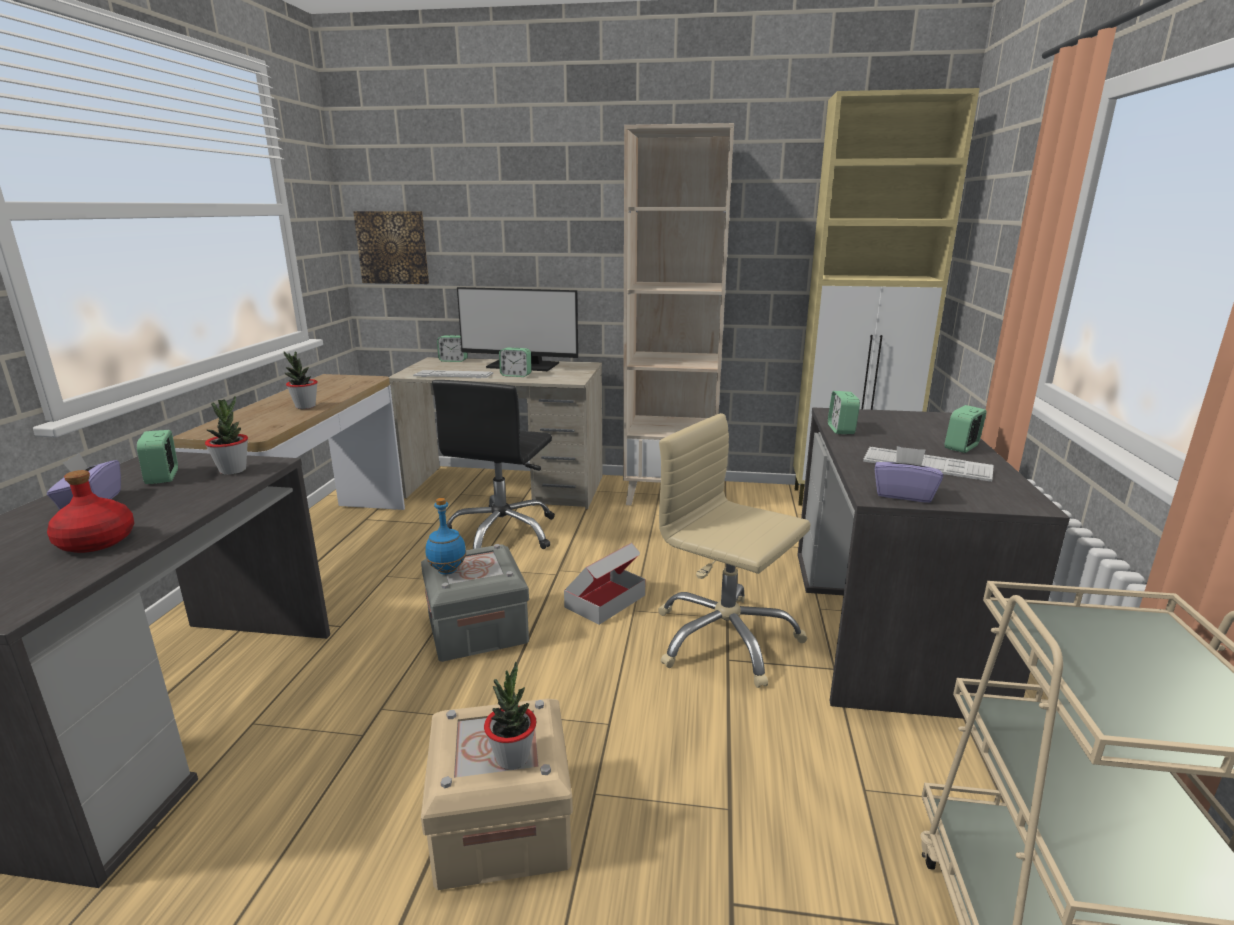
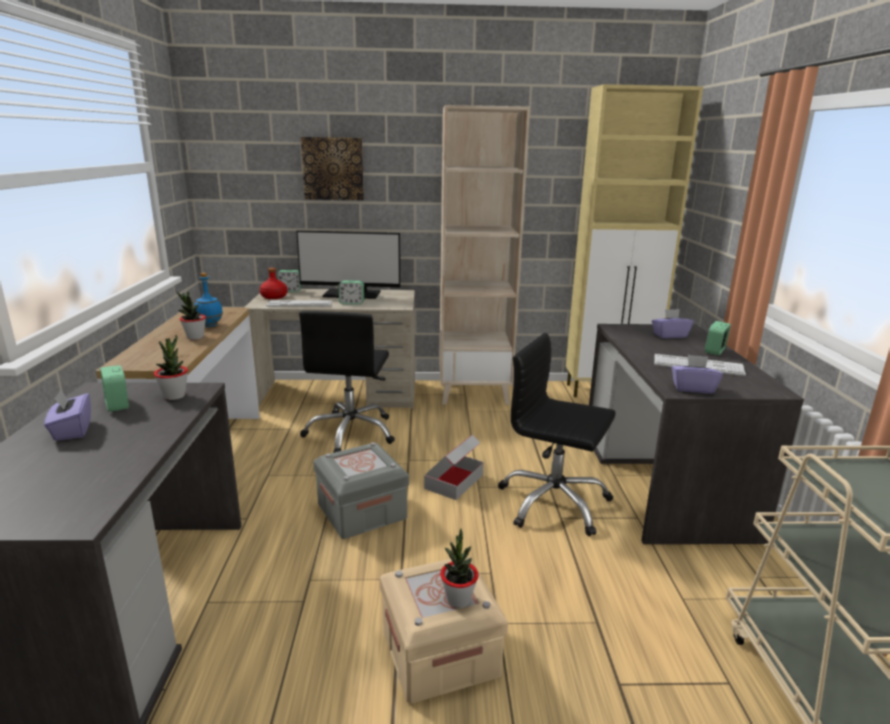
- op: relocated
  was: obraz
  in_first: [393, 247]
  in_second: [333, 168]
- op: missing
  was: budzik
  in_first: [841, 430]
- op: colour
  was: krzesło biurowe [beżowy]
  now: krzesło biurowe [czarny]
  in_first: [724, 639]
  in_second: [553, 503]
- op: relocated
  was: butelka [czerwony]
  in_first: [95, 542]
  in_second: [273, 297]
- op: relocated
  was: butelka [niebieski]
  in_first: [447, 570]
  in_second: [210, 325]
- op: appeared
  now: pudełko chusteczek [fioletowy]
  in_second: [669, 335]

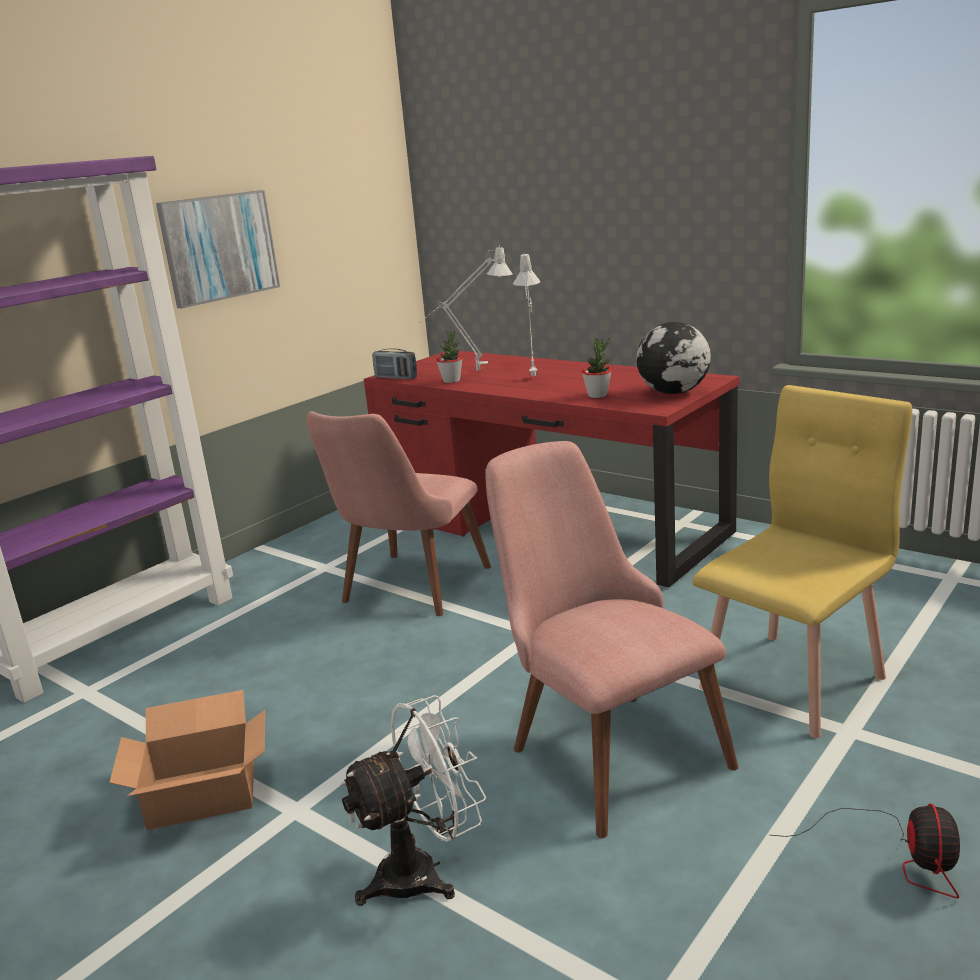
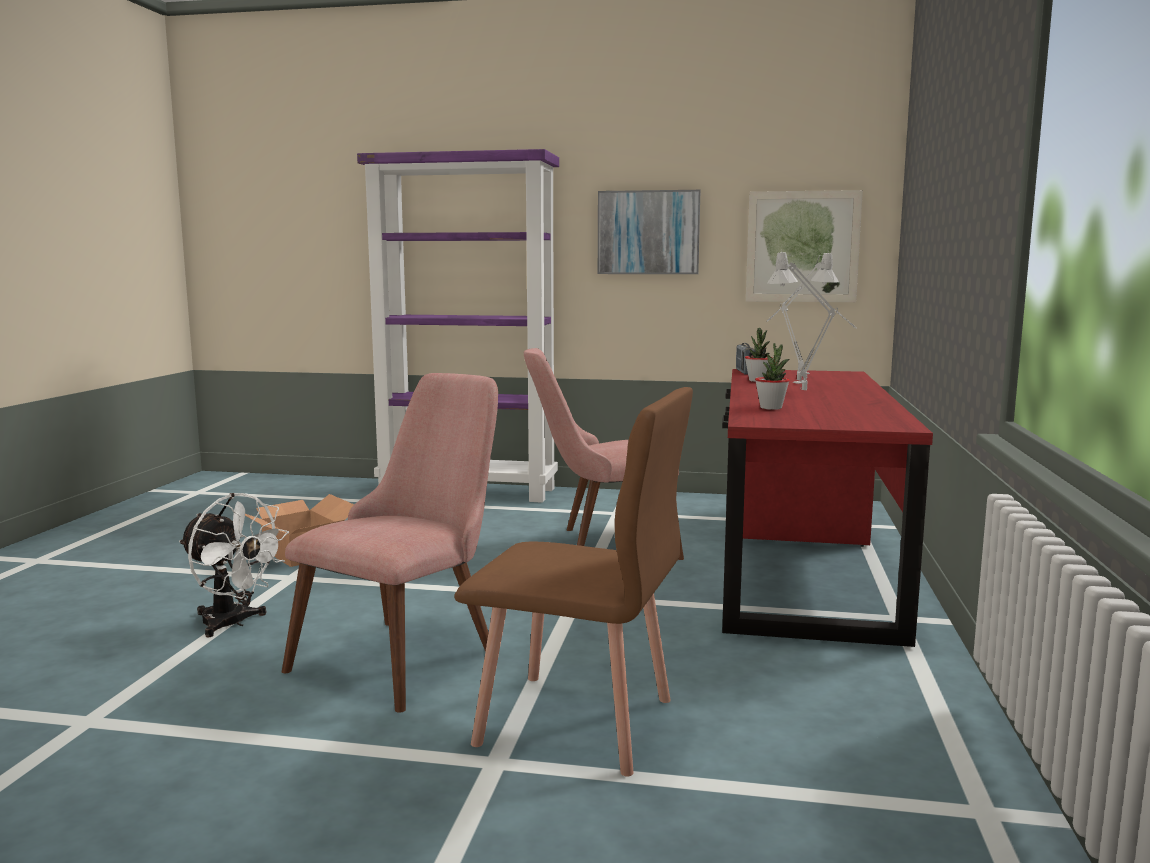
- op: missing
  was: globus
  in_first: [673, 393]
- op: colour
  was: krzesło [żółty]
  now: krzesło [brązowy]
  in_first: [794, 682]
  in_second: [577, 722]
- op: missing
  was: wentylator
  in_first: [897, 856]
- op: appeared
  now: obraz
  in_second: [802, 247]

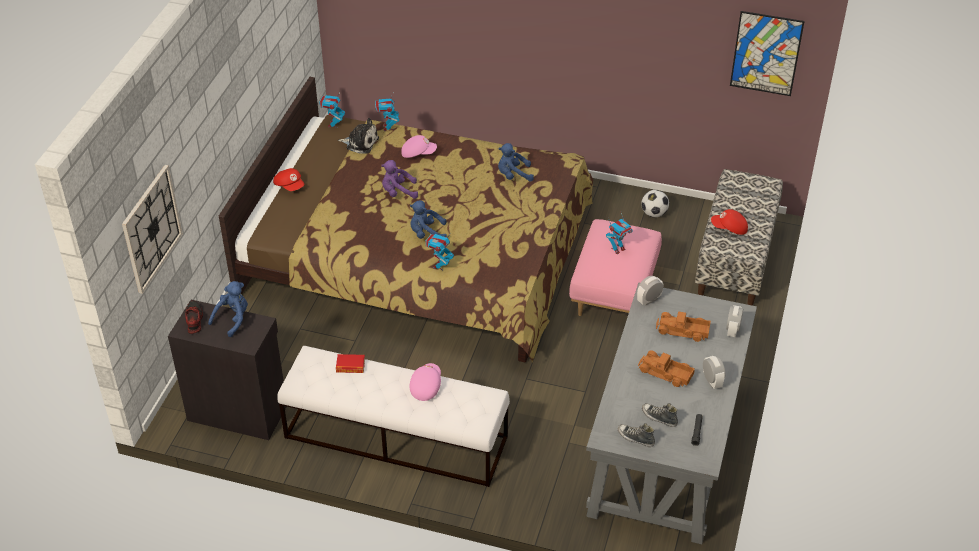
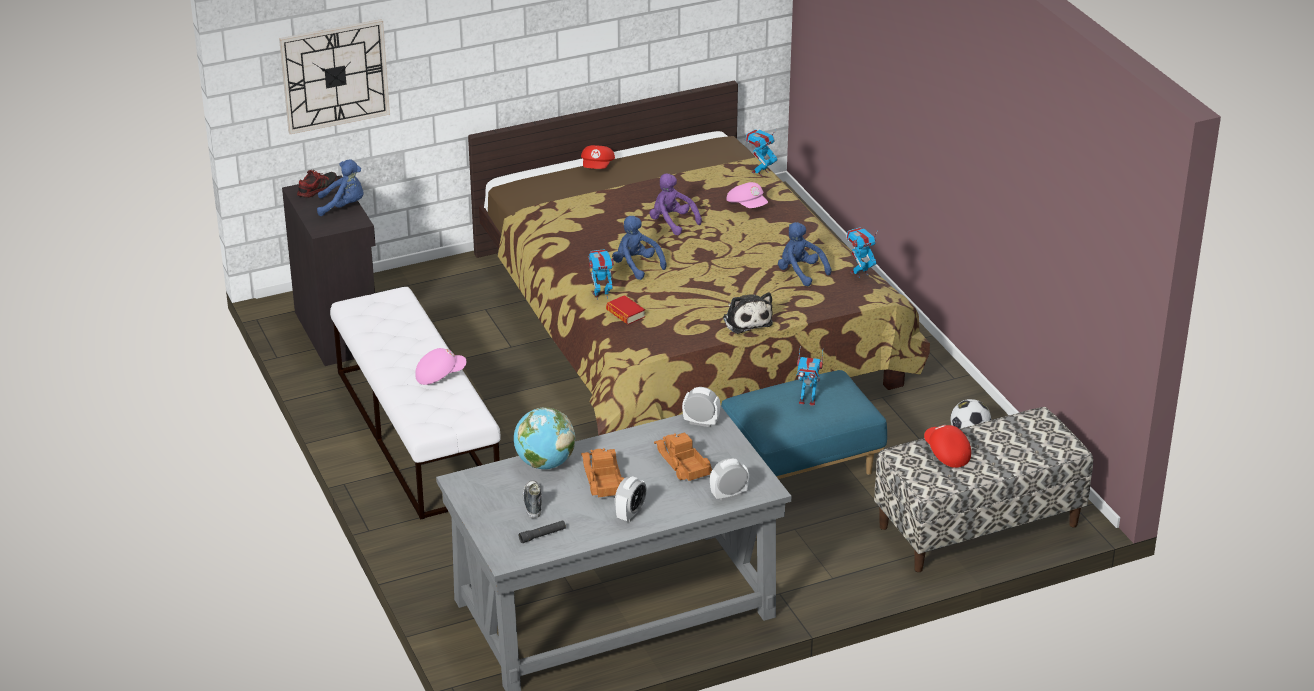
- op: missing
  was: obraz
  in_first: [766, 53]
- op: relocated
  was: robot zabawkowy
  in_first: [333, 124]
  in_second: [859, 273]
- op: relocated
  was: pluszak
  in_first: [360, 143]
  in_second: [746, 320]
- op: colour
  was: pufa [różowy]
  now: pufa [niebieski]
  in_first: [613, 292]
  in_second: [801, 466]
- op: relocated
  was: książka
  in_first: [350, 366]
  in_second: [625, 313]
- op: missing
  was: but
  in_first: [635, 438]
- op: appeared
  now: globus
  in_second: [544, 463]

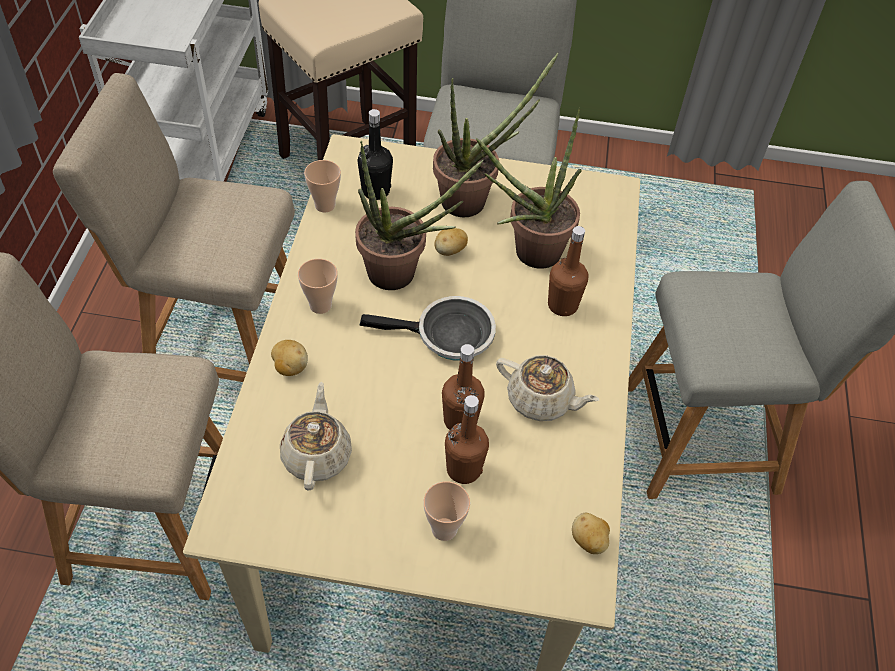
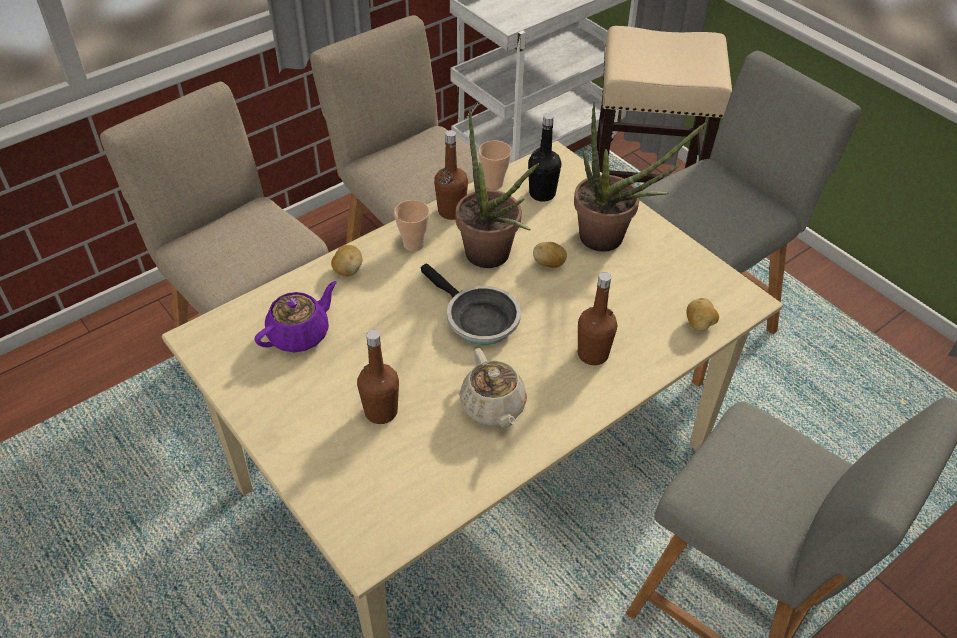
- op: missing
  was: roślina doniczkowa
  in_first: [528, 254]
- op: relocated
  was: butelka [brązowy]
  in_first: [460, 420]
  in_second: [451, 211]
- op: colour
  was: imbryk [beżowy]
  now: imbryk [fioletowy]
  in_first: [317, 454]
  in_second: [300, 334]
- op: missing
  was: filiżanka
  in_first: [444, 529]
- op: relocated
  was: ziemniak
  in_first: [589, 541]
  in_second: [699, 325]

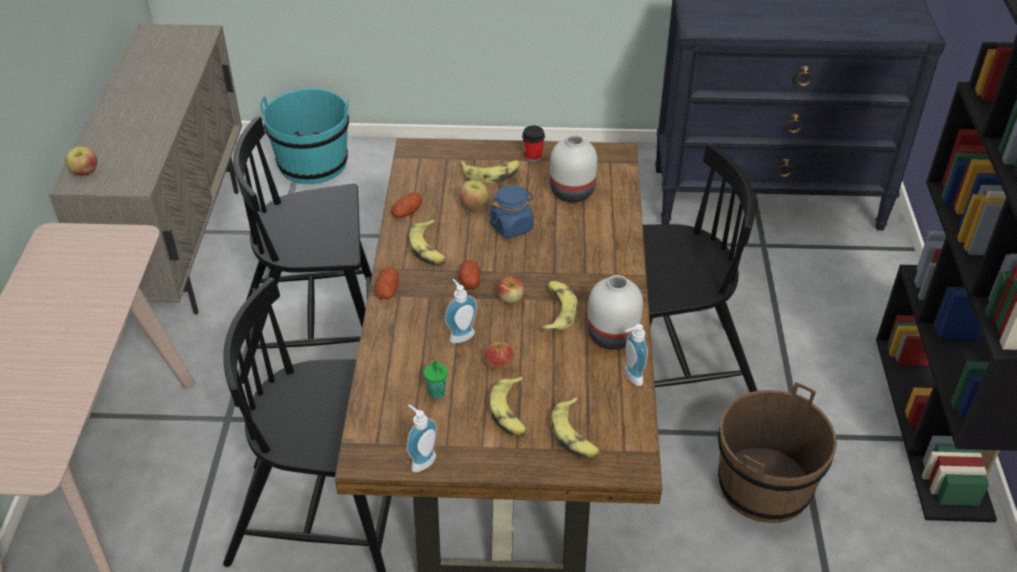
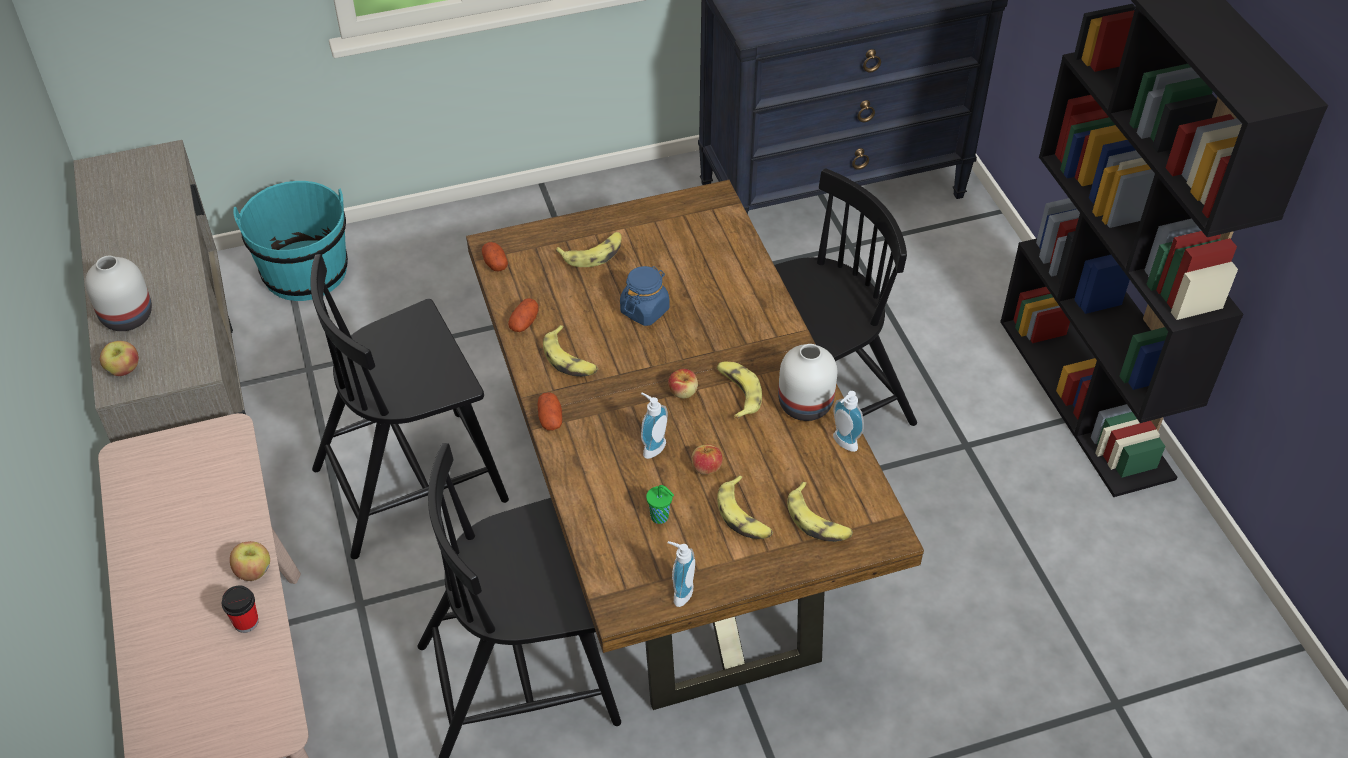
- op: relocated
  was: filiżanka
  in_first: [533, 157]
  in_second: [246, 622]
- op: relocated
  was: wazon [biały]
  in_first: [573, 192]
  in_second: [129, 316]
- op: relocated
  was: jabłko
  in_first: [474, 205]
  in_second: [254, 571]
- op: relocated
  was: ziemniak
  in_first: [469, 281]
  in_second: [495, 263]
- op: missing
  was: wiadro [brązowy]
  in_first: [764, 486]

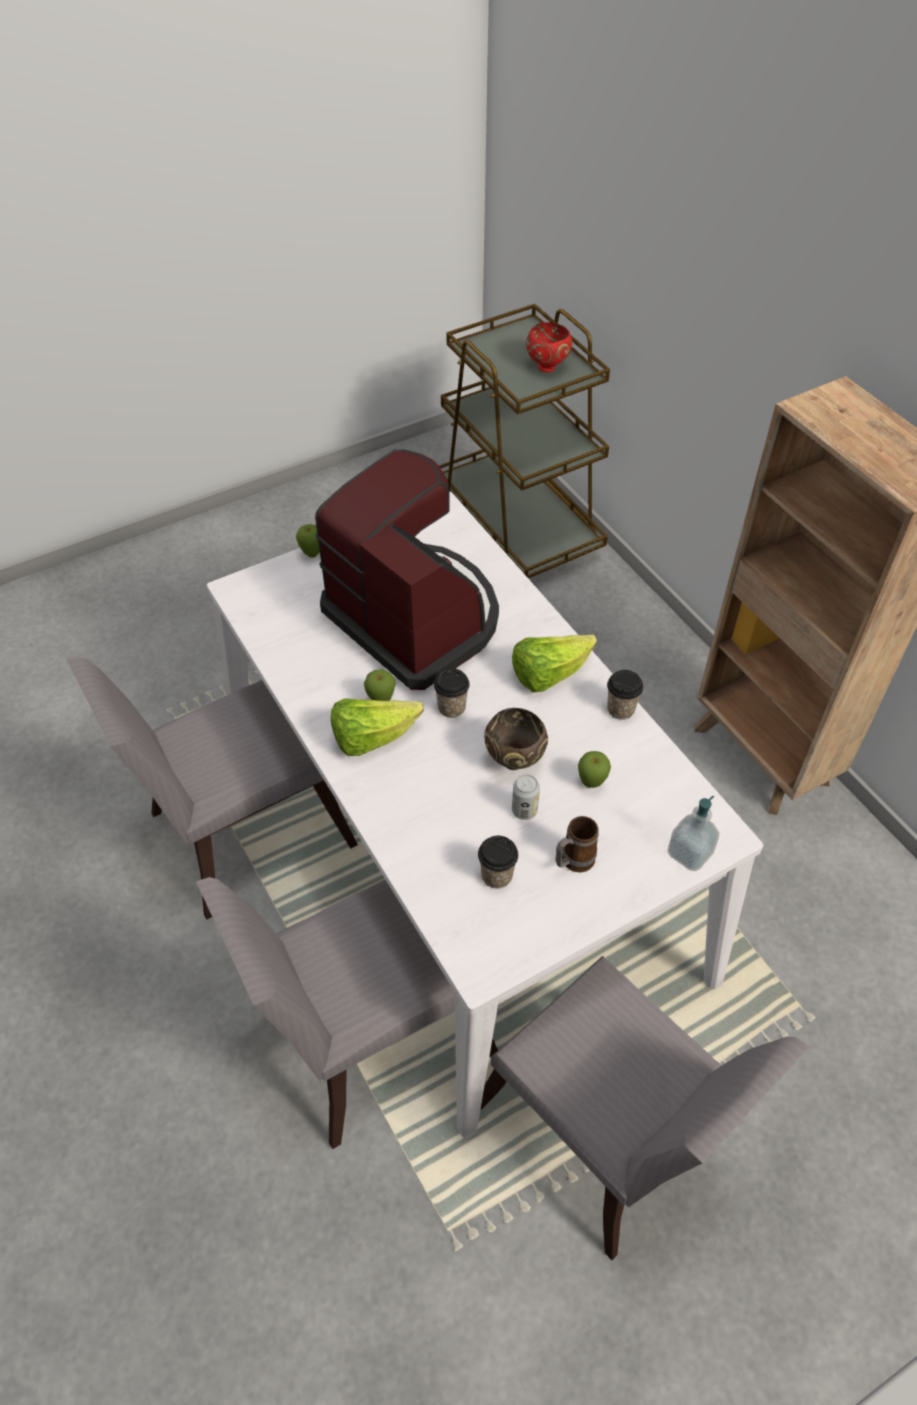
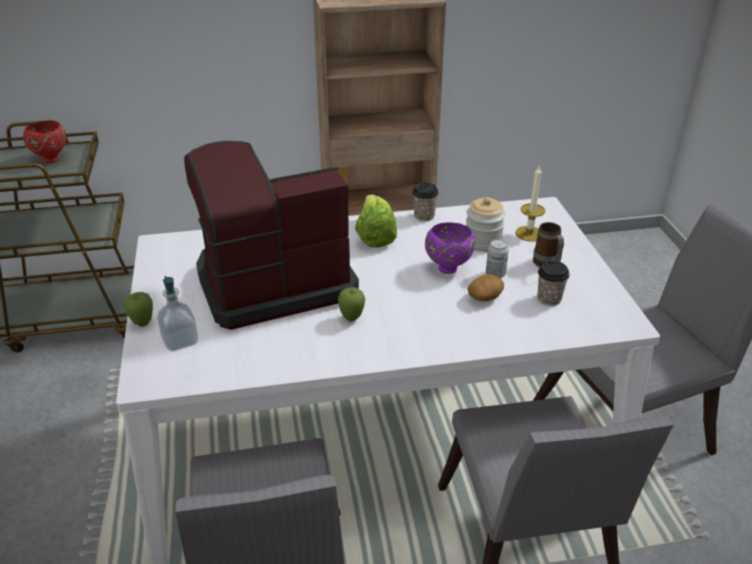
- op: missing
  was: filiżanka
  in_first: [451, 708]
- op: missing
  was: sałata
  in_first: [372, 738]
- op: colour
  was: miska [brązowy]
  now: miska [fioletowy]
  in_first: [515, 761]
  in_second: [448, 268]
- op: exchanged
  was: jabłko
  now: słoik
  in_first: [591, 783]
  in_second: [483, 242]
- op: relocated
  was: dozownik mydła
  in_first: [689, 853]
  in_second: [180, 341]
- op: appeared
  now: świeca
  in_second: [529, 233]
- op: appeared
  now: ziemniak
  in_second: [484, 297]

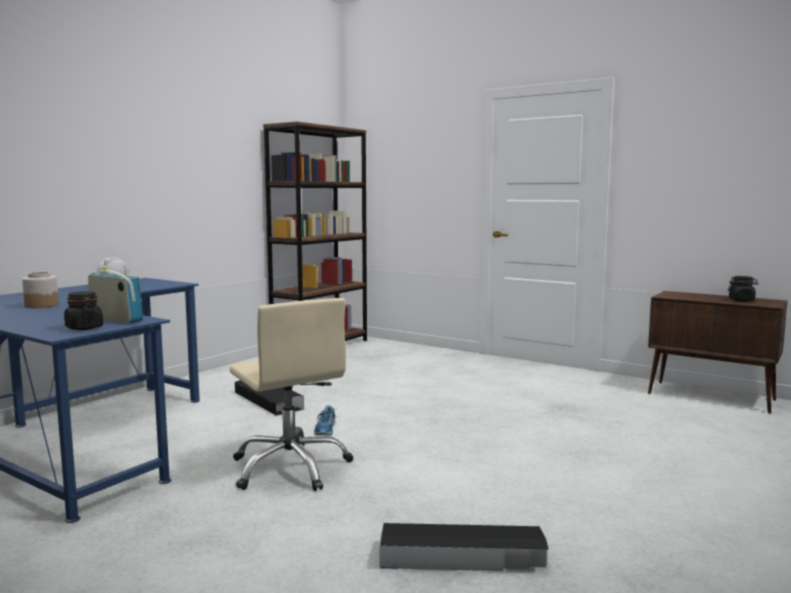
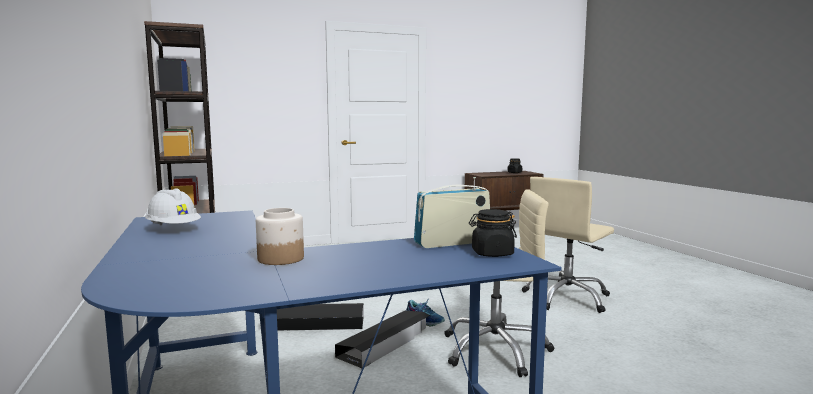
- op: relocated
  was: pojemnik do przechowywania [czarny]
  in_first: [462, 556]
  in_second: [386, 343]
- op: appeared
  now: krzesło biurowe [beżowy]
  in_second: [567, 298]

